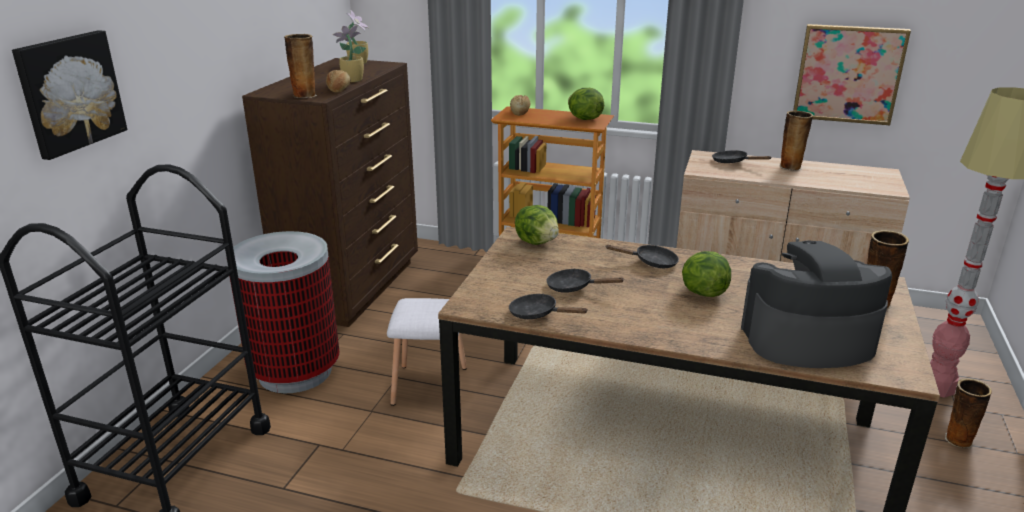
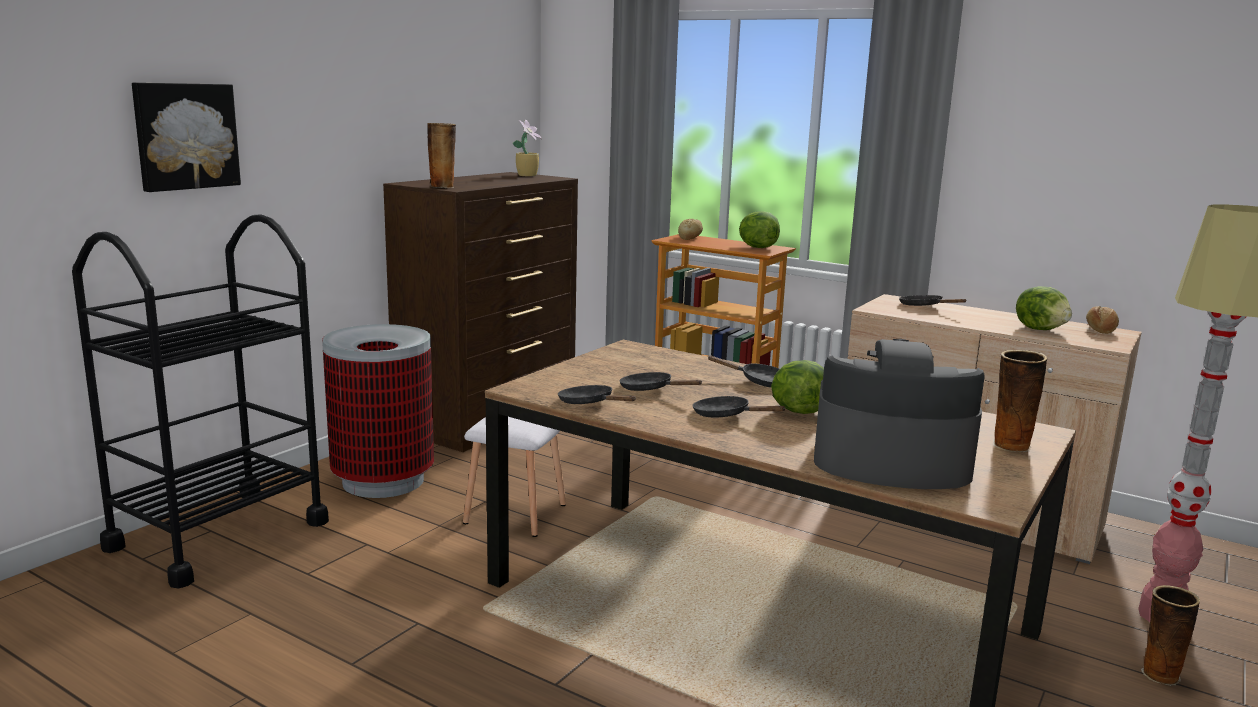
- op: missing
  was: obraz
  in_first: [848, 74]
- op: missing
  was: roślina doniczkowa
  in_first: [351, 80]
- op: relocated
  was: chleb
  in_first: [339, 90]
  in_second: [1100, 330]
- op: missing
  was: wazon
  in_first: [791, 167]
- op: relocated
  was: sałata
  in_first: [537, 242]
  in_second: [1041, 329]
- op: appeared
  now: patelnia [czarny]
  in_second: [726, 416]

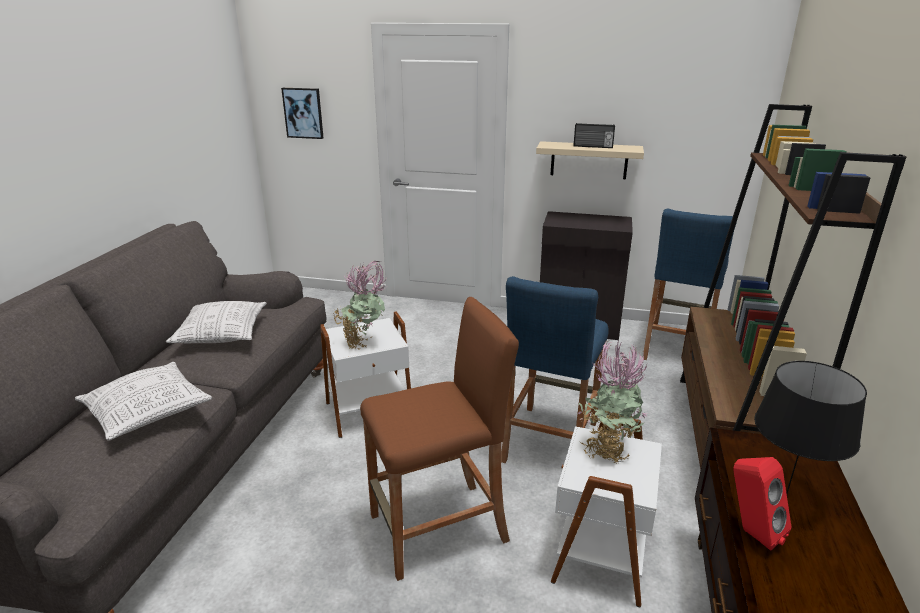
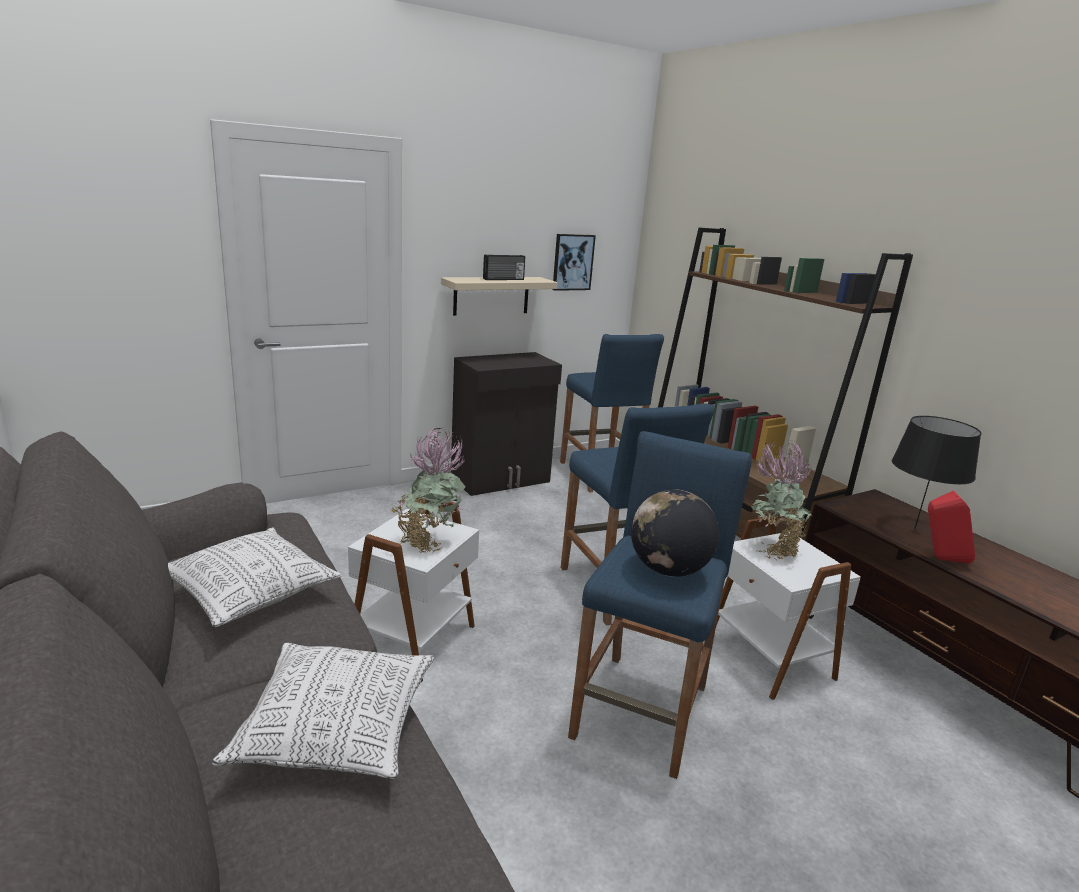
- op: relocated
  was: obraz
  in_first: [303, 113]
  in_second: [572, 262]
- op: colour
  was: stołek [brązowy]
  now: stołek [niebieski]
  in_first: [438, 529]
  in_second: [641, 712]
- op: appeared
  now: globus
  in_second: [668, 570]

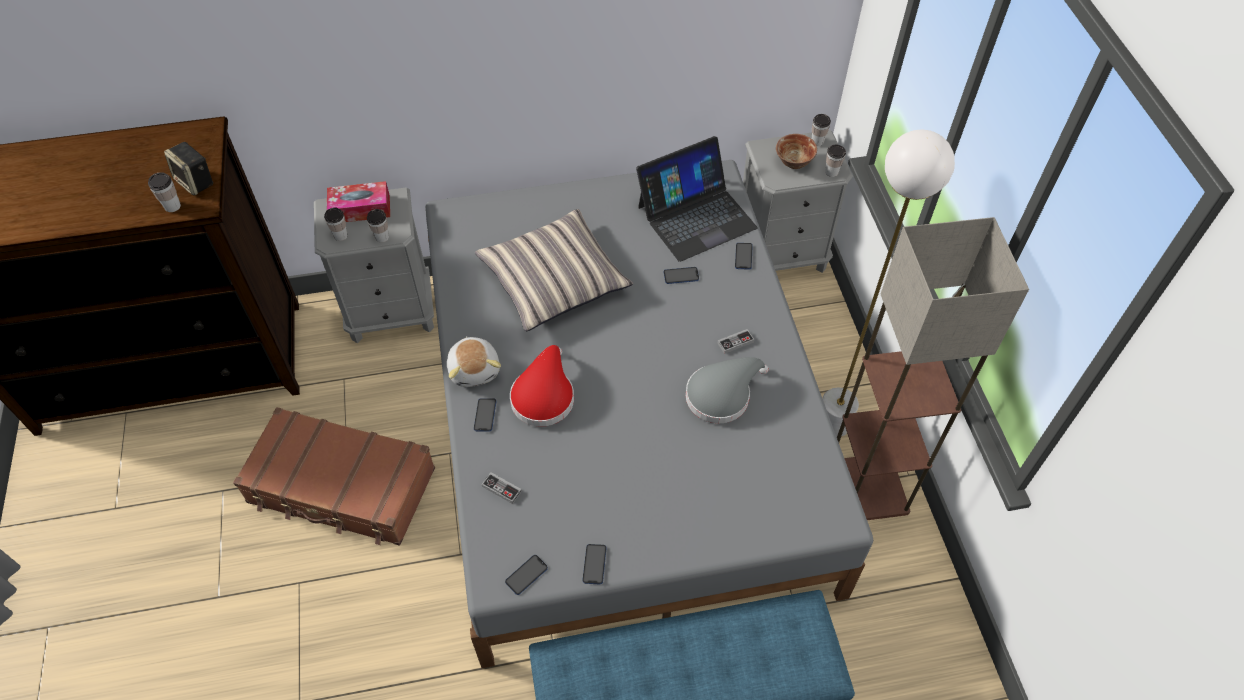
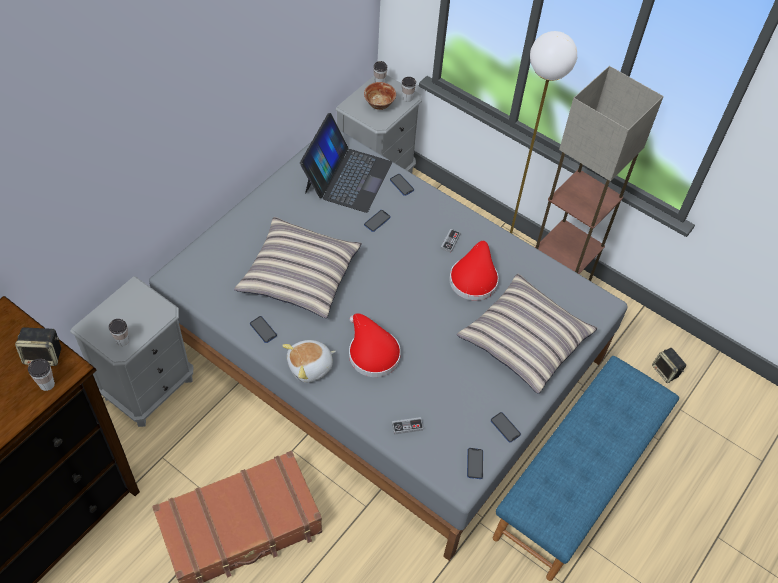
- op: missing
  was: pudełko chusteczek
  in_first: [360, 209]
- op: missing
  was: filiżanka
  in_first: [382, 237]
- op: spun
  was: pluszak
  in_first: [475, 369]
  in_second: [310, 367]
  clockwise: 120
- op: colour
  was: kapelusz [szary]
  now: kapelusz [czerwony]
  in_first: [722, 394]
  in_second: [474, 278]
- op: relocated
  was: telefon
  in_first: [485, 415]
  in_second: [263, 330]
- op: appeared
  now: poduszka
  in_second: [525, 340]
- op: appeared
  now: głośnik
  in_second: [666, 372]

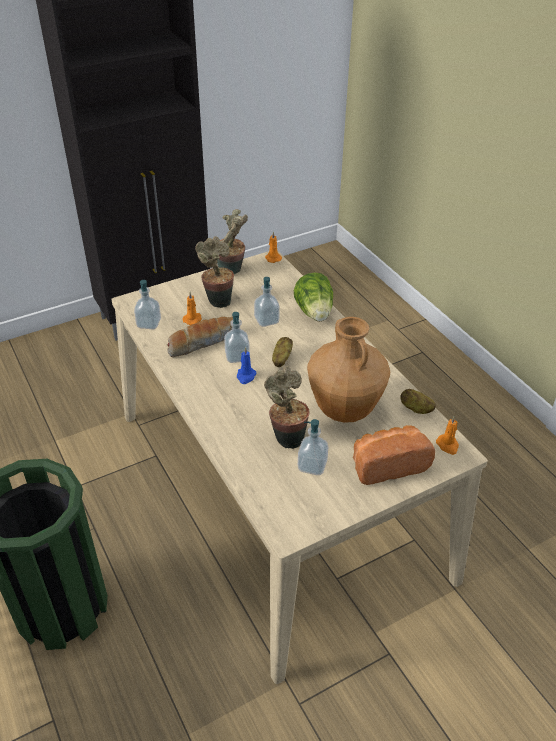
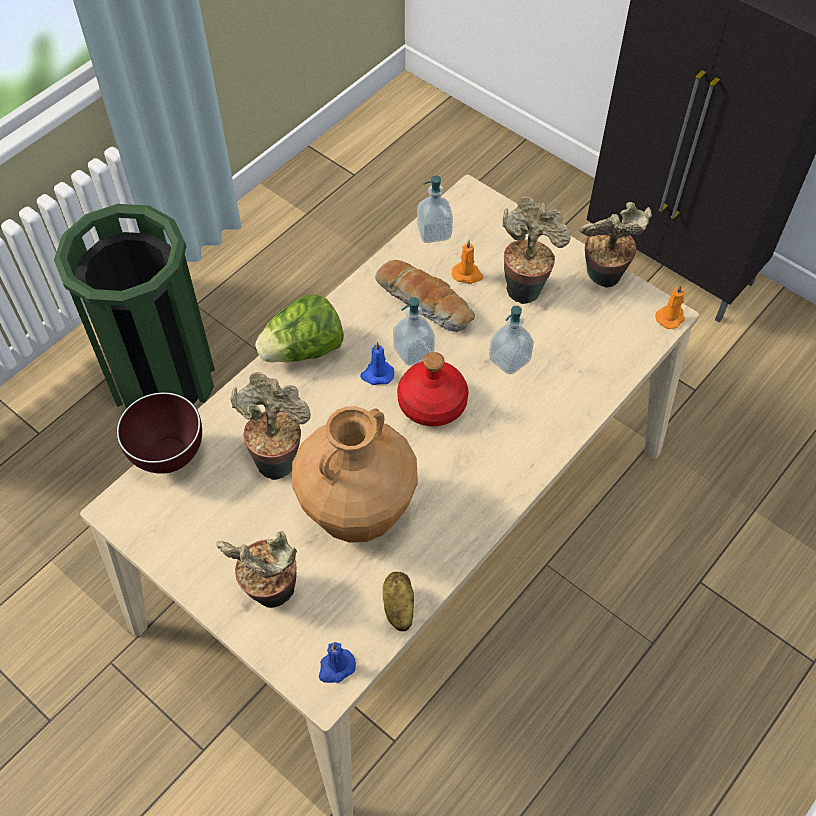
- op: relocated
  was: sałata
  in_first: [314, 313]
  in_second: [304, 350]
- op: exchanged
  was: ziemniak
  now: butelka [czerwony]
  in_first: [281, 358]
  in_second: [432, 404]
- op: colour
  was: świeca [pomarańczowy]
  now: świeca [niebieski]
  in_first: [448, 445]
  in_second: [336, 667]
- op: missing
  was: dozownik mydła
  in_first: [312, 465]
- op: exchanged
  was: chleb
  now: roślina doniczkowa
  in_first: [387, 464]
  in_second: [270, 594]
- op: appeared
  now: miska [brązowy]
  in_second: [170, 455]

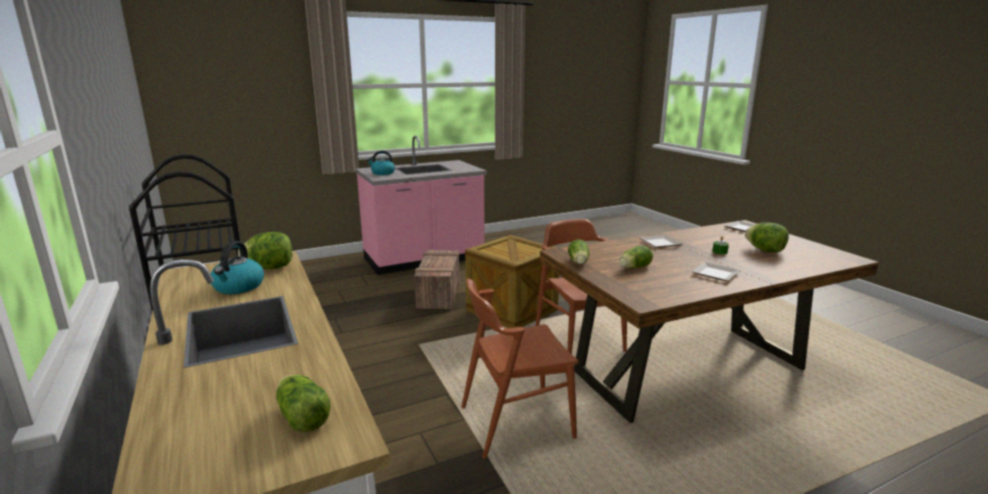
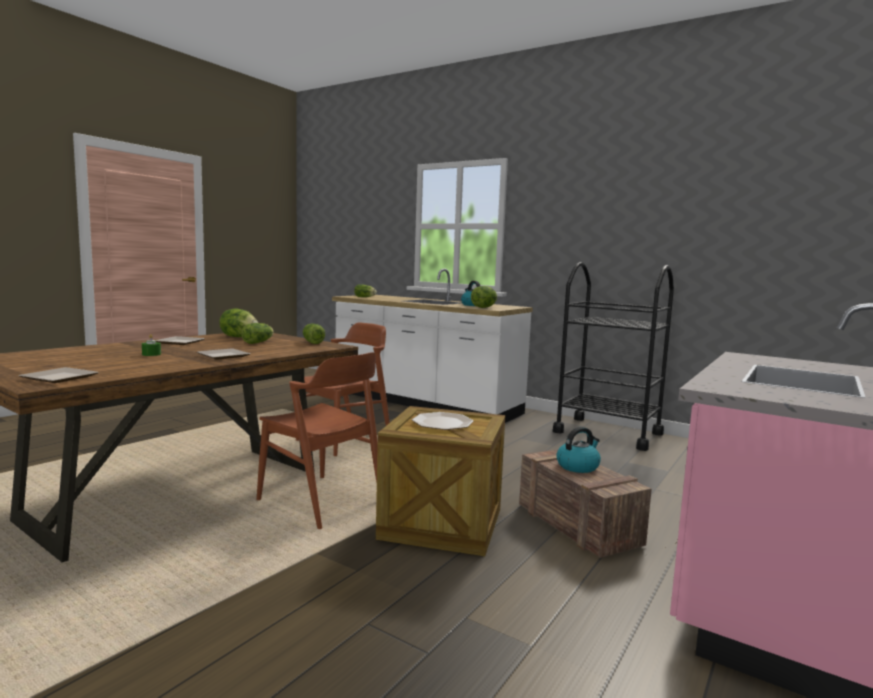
- op: relocated
  was: czajnik
  in_first: [382, 173]
  in_second: [578, 466]
- op: relocated
  was: sałata
  in_first: [765, 250]
  in_second: [239, 337]
- op: appeared
  now: talerz
  in_second: [442, 423]

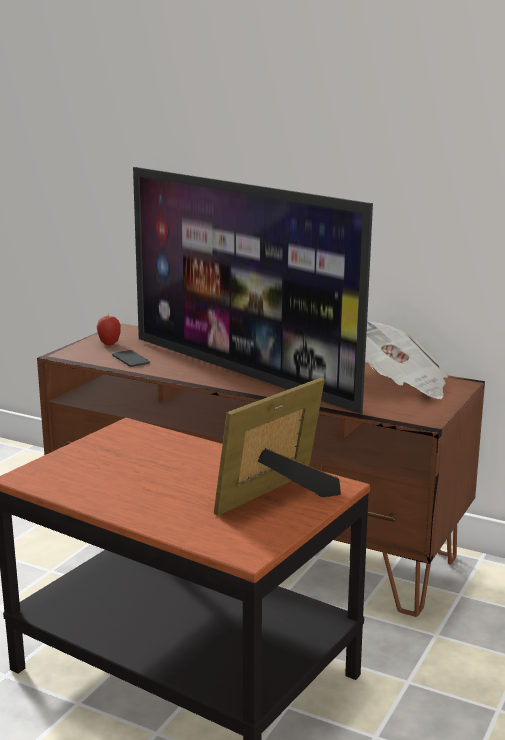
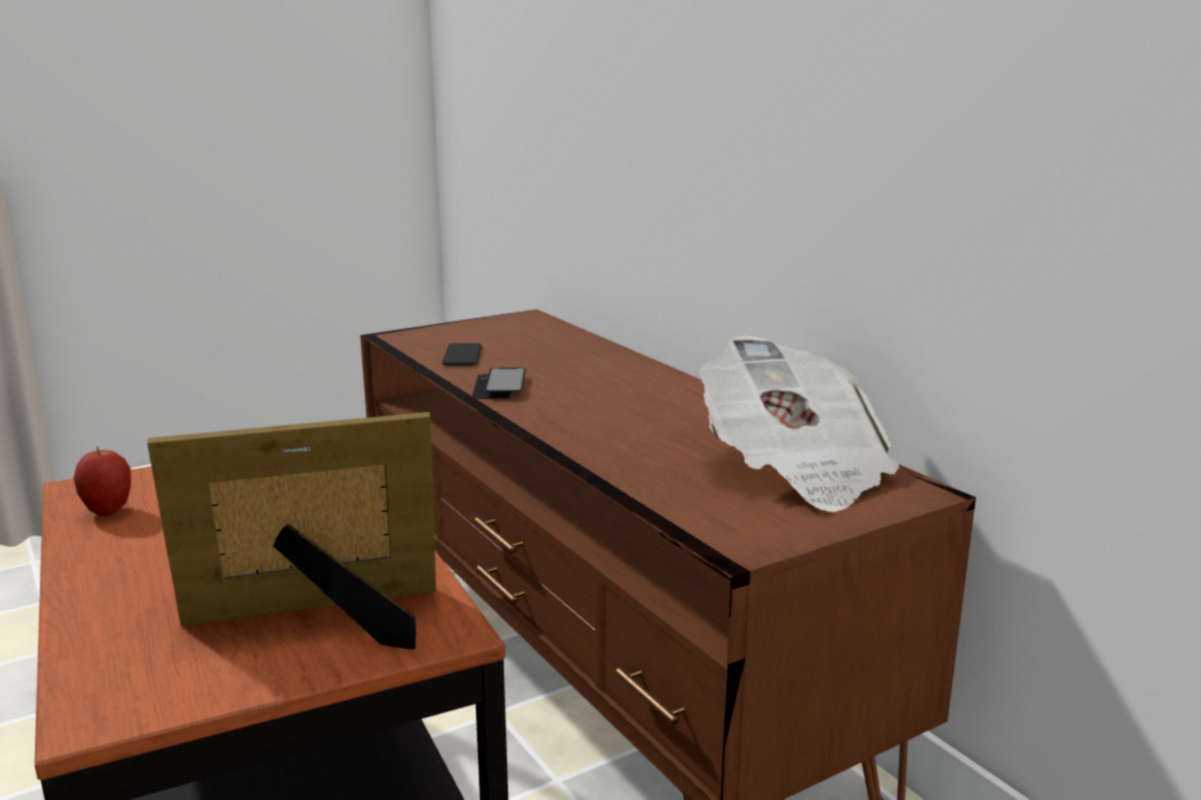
- op: missing
  was: telewizor
  in_first: [243, 372]
- op: relocated
  was: jabłko
  in_first: [109, 344]
  in_second: [108, 511]
- op: appeared
  now: telefon
  in_second: [499, 386]

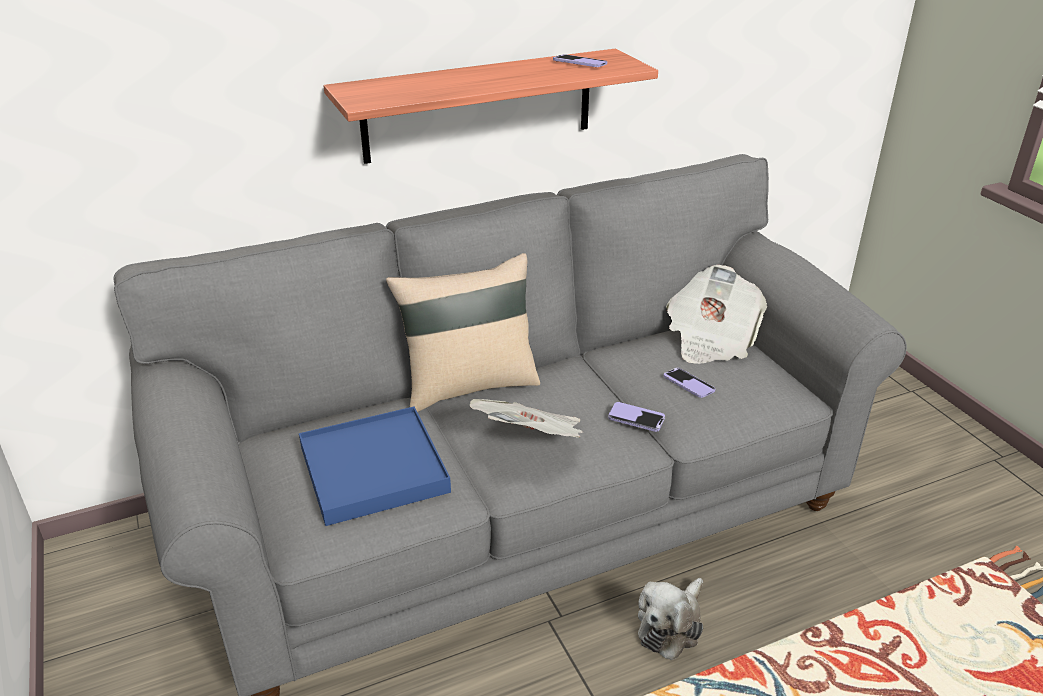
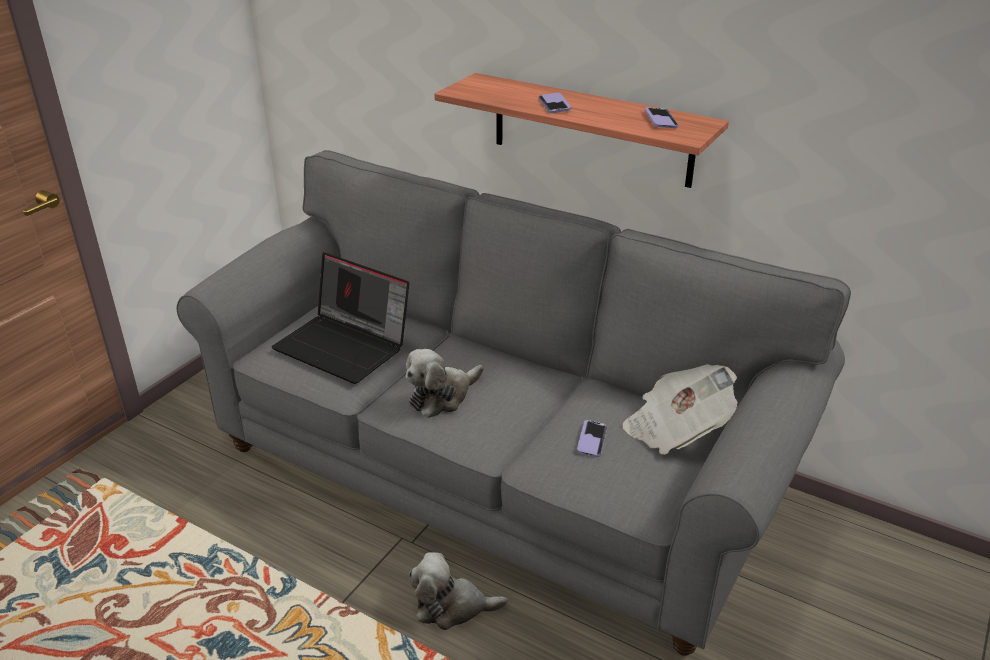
- op: missing
  was: poduszka [beżowy]
  in_first: [468, 385]
- op: exchanged
  was: gazeta
  now: pluszak
  in_first: [532, 441]
  in_second: [442, 396]
- op: relocated
  was: telefon
  in_first: [636, 418]
  in_second: [554, 104]
- op: exchanged
  was: taca [niebieski]
  now: laptop
  in_first: [374, 469]
  in_second: [345, 346]

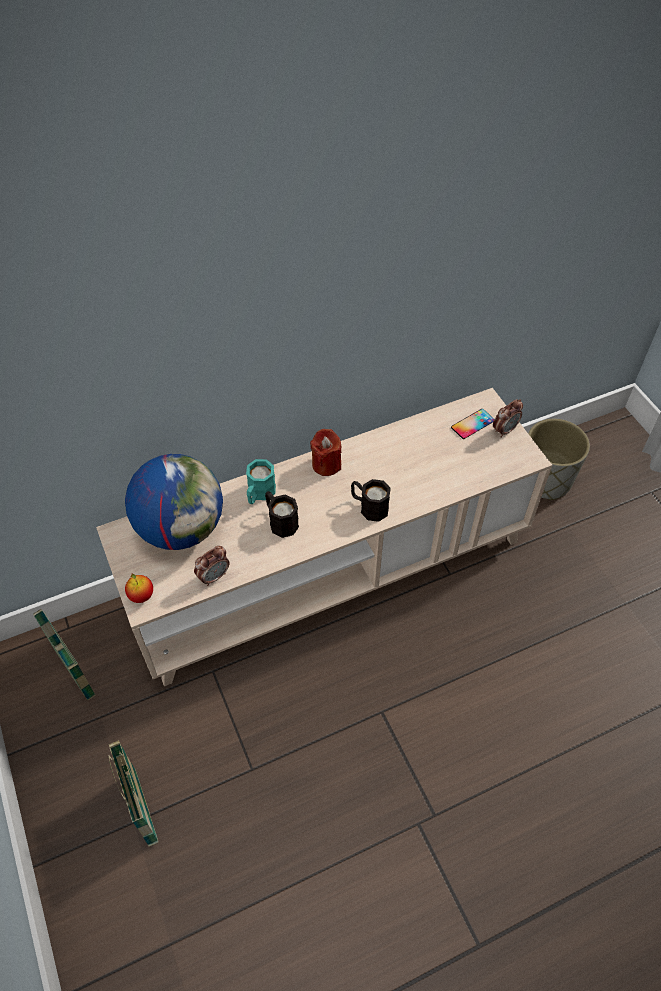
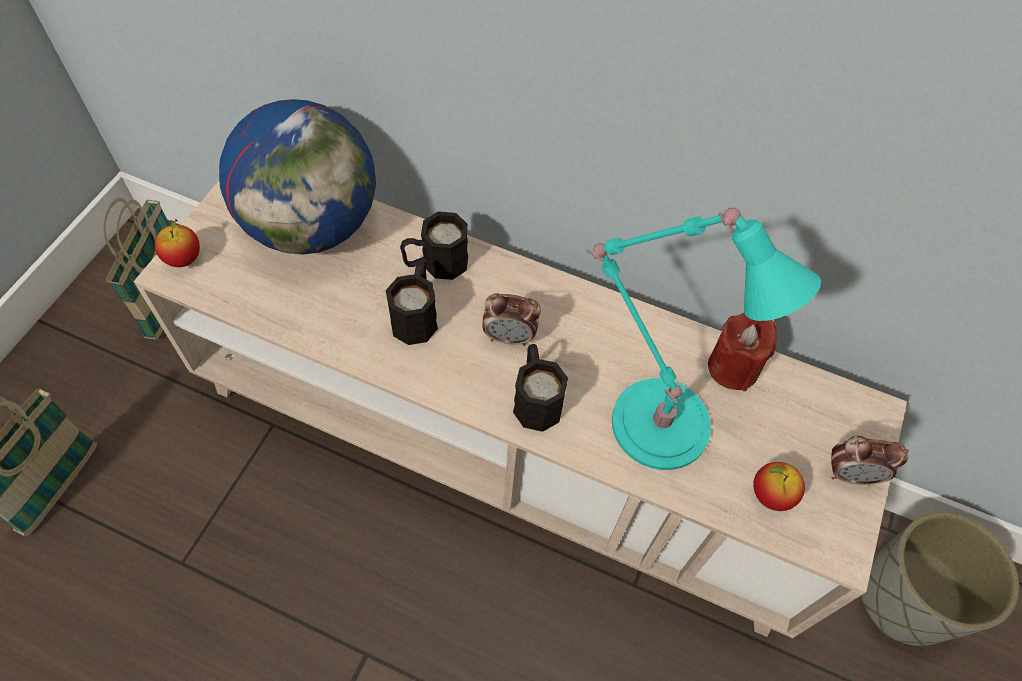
- op: missing
  was: telefon
  in_first: [472, 424]
- op: relocated
  was: świeca [czerwony]
  in_first: [326, 464]
  in_second: [733, 367]
- op: colour
  was: kubek [turkusowy]
  now: kubek [czarny]
  in_first: [259, 494]
  in_second: [436, 264]
- op: relocated
  was: budzik
  in_first: [214, 576]
  in_second: [510, 337]
- op: appeared
  now: lampa stołowa [turkusowy]
  in_second: [653, 418]
- op: appeared
  now: jabłko
  in_second: [770, 495]

